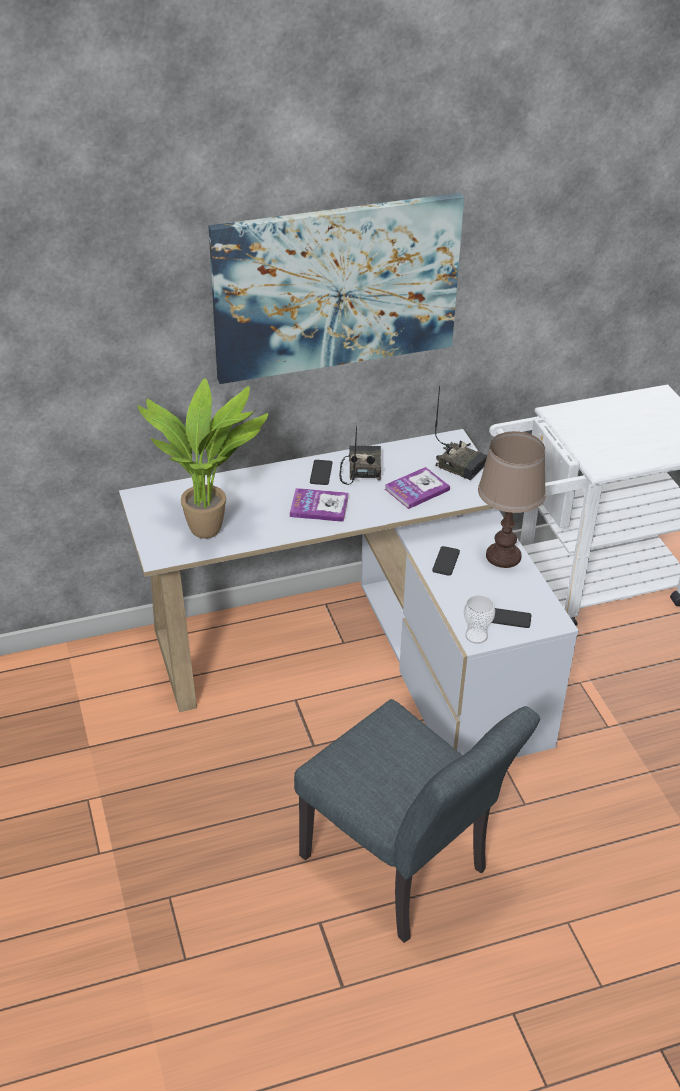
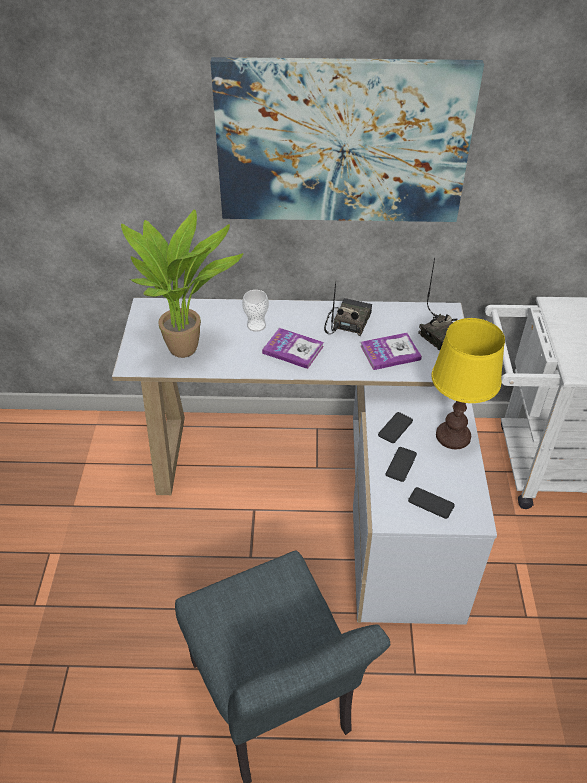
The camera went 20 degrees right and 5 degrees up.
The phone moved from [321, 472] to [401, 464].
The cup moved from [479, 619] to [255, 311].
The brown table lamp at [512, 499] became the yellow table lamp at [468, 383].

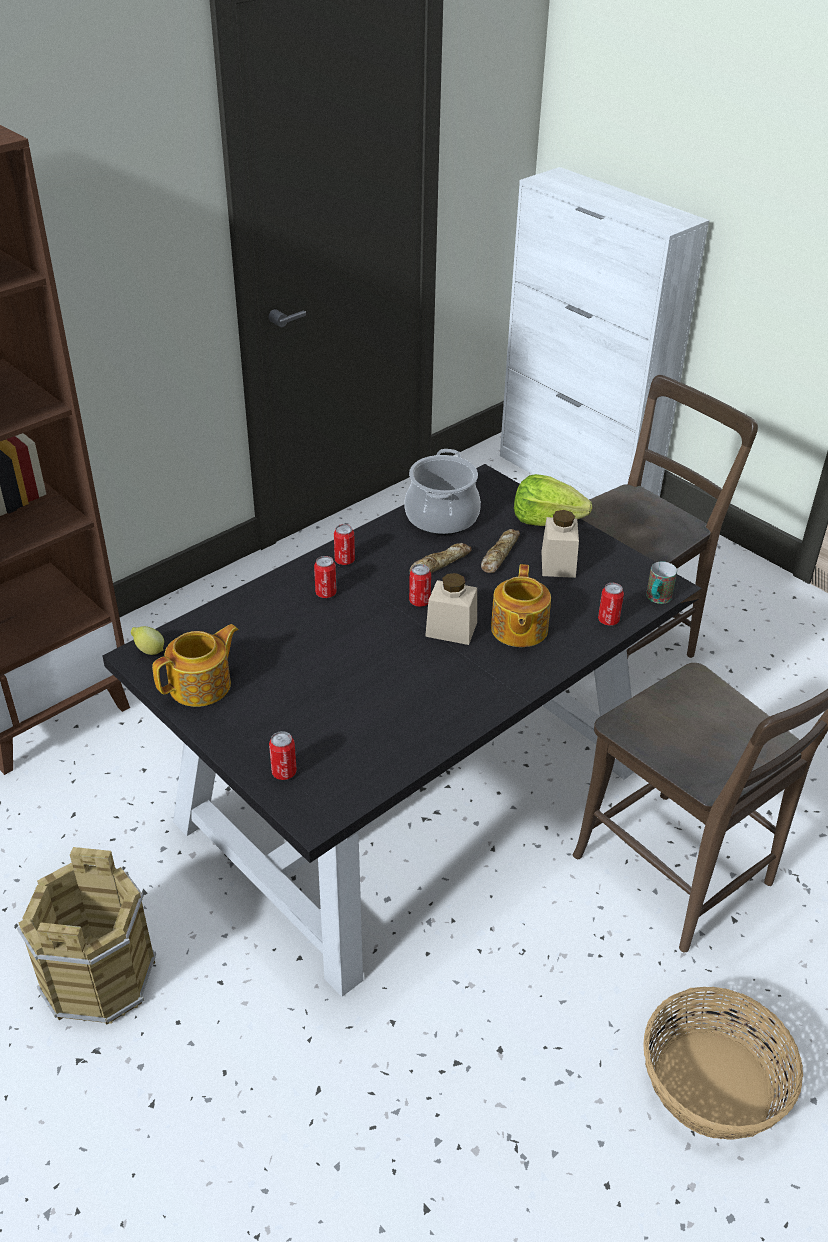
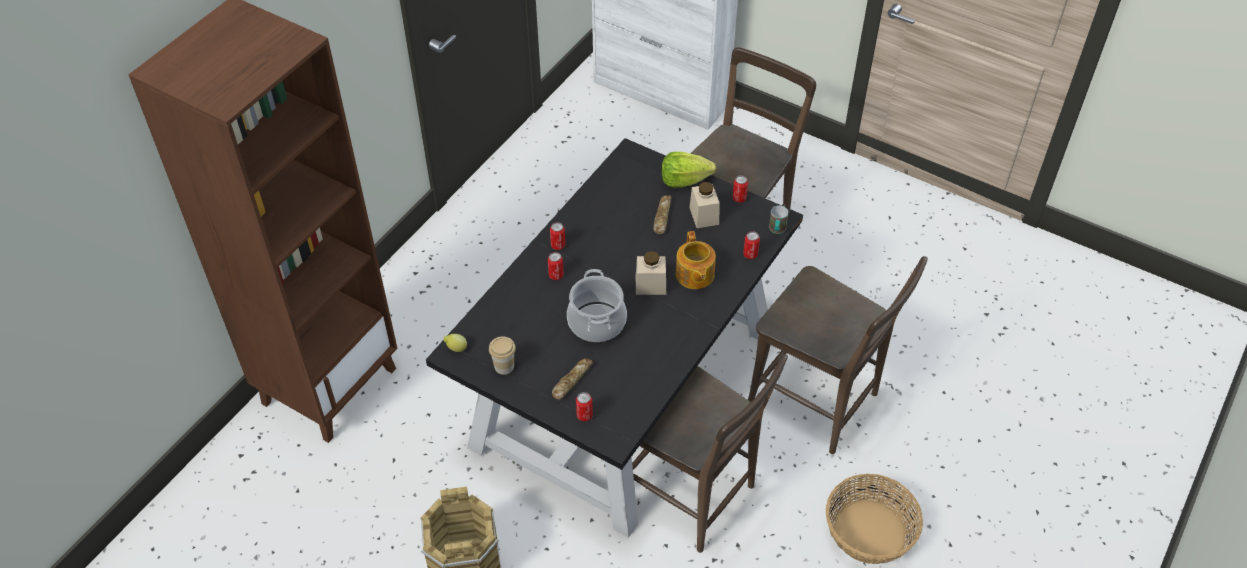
The camera went 15 degrees left and 10 degrees up.
The teapot at [195, 665] was replaced by the cup at [502, 356].
The cooking pot moved from [442, 492] to [597, 305].
The can moved from [420, 585] to [740, 189].
The bread moved from [441, 558] to [572, 378].
The brown chair at [710, 453] appeared.

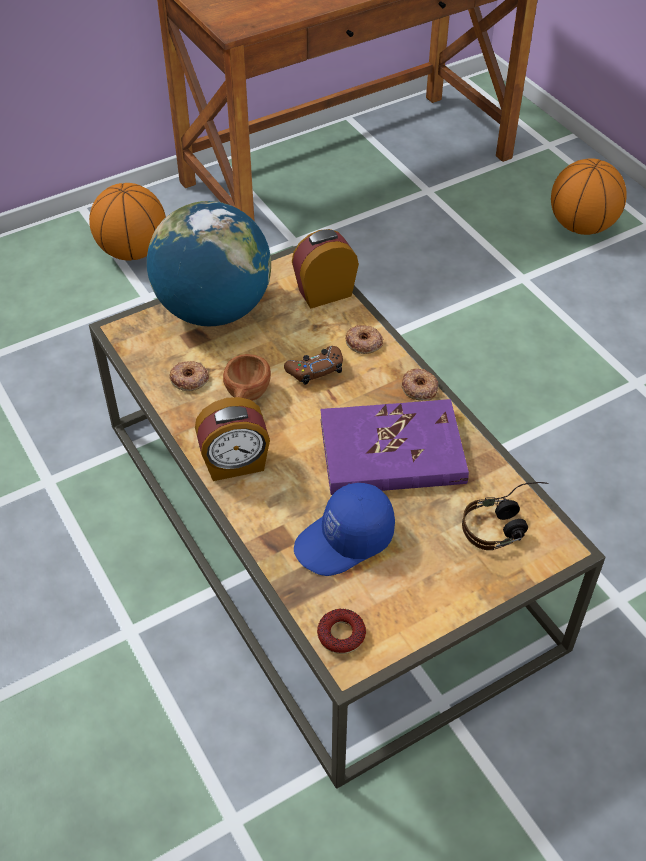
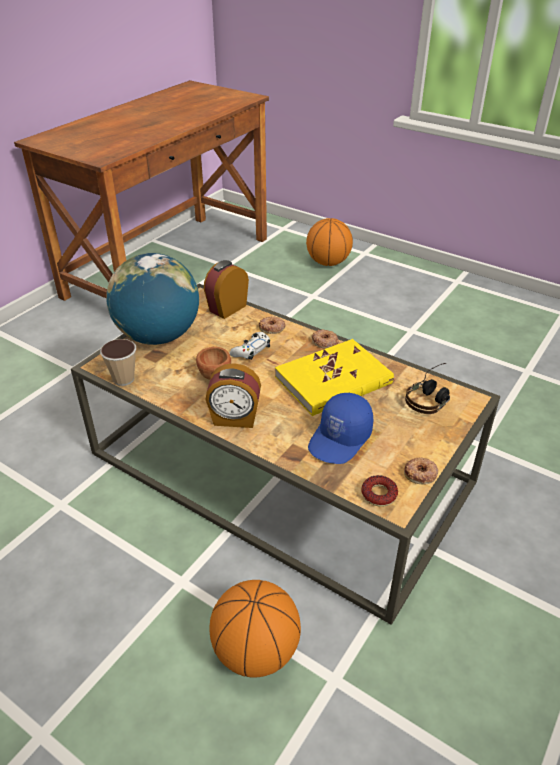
The camera went 25 degrees left and 10 degrees down.
The basketball moved from [127, 222] to [255, 628].
The donut moved from [189, 376] to [421, 471].
The alarm clock at [232, 439] turned 45 degrees clockwise.
The brown game controller at [313, 365] became the white game controller at [250, 346].
The purple book at [394, 447] became the yellow book at [334, 377].
The cup at [118, 362] appeared.

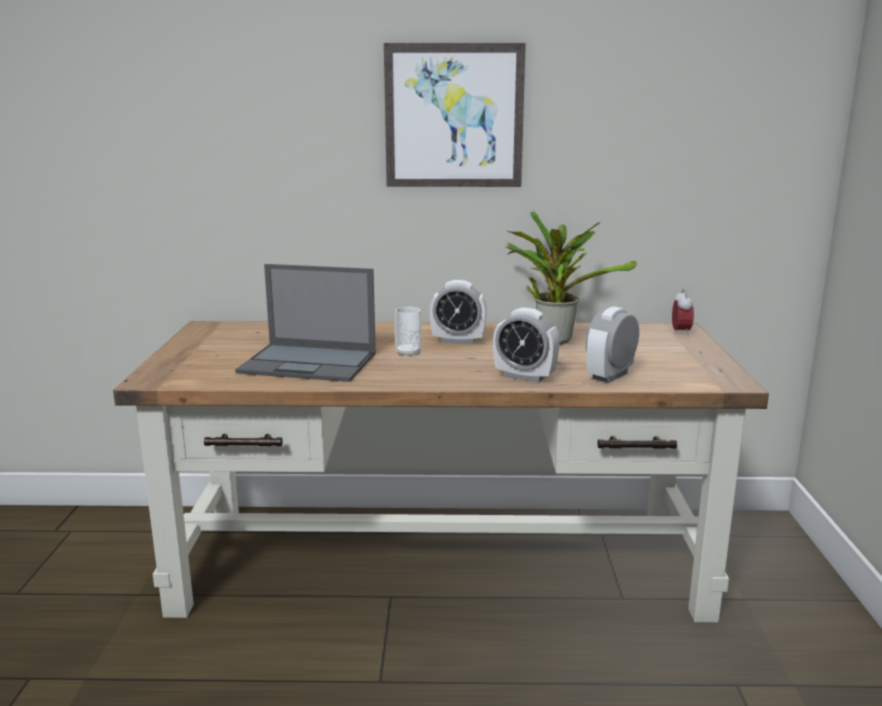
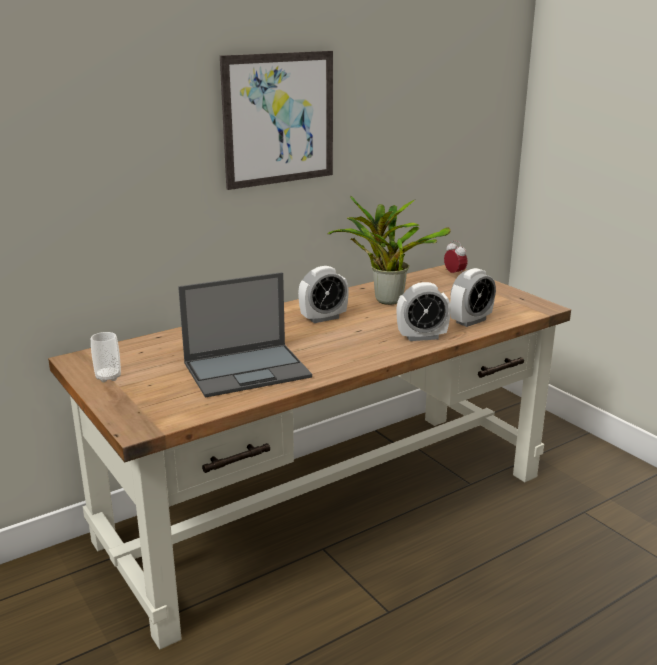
The camera went 35 degrees left and 5 degrees up.
The cup moved from [408, 332] to [106, 357].
The alarm clock at [612, 344] turned 135 degrees counterclockwise.

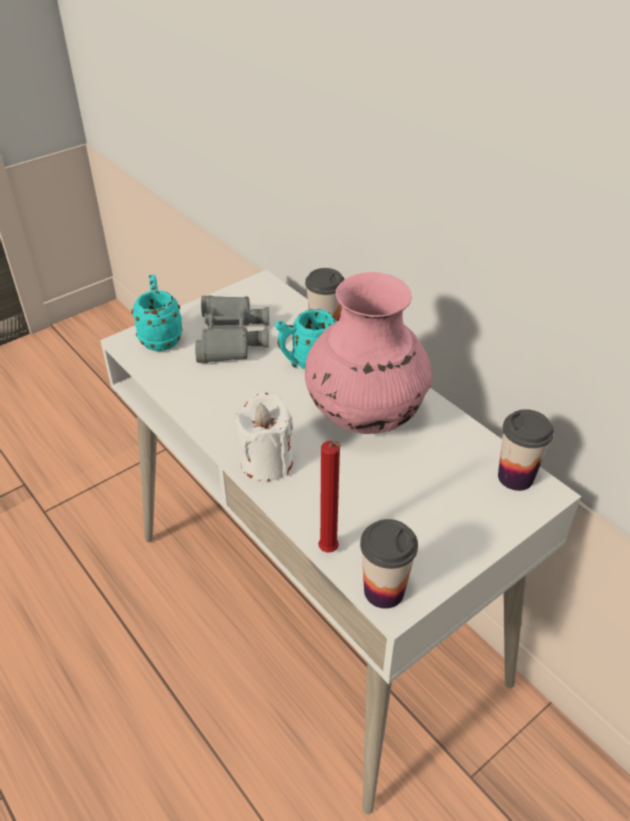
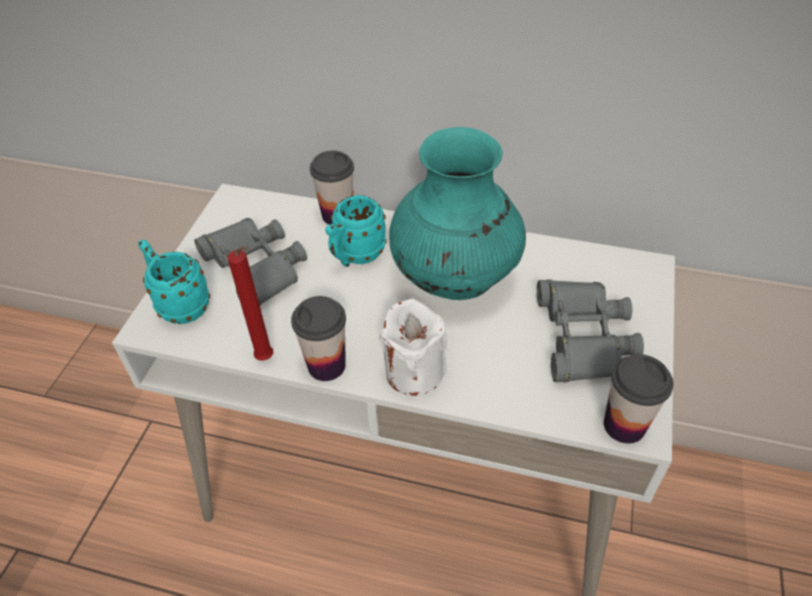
The camera went 35 degrees left and 5 degrees up.
The pink vase at [368, 353] became the turquoise vase at [457, 213].
The red candle moved from [329, 497] to [250, 303].
The cup moved from [526, 450] to [318, 338].
The grey binoculars at [590, 330] appeared.

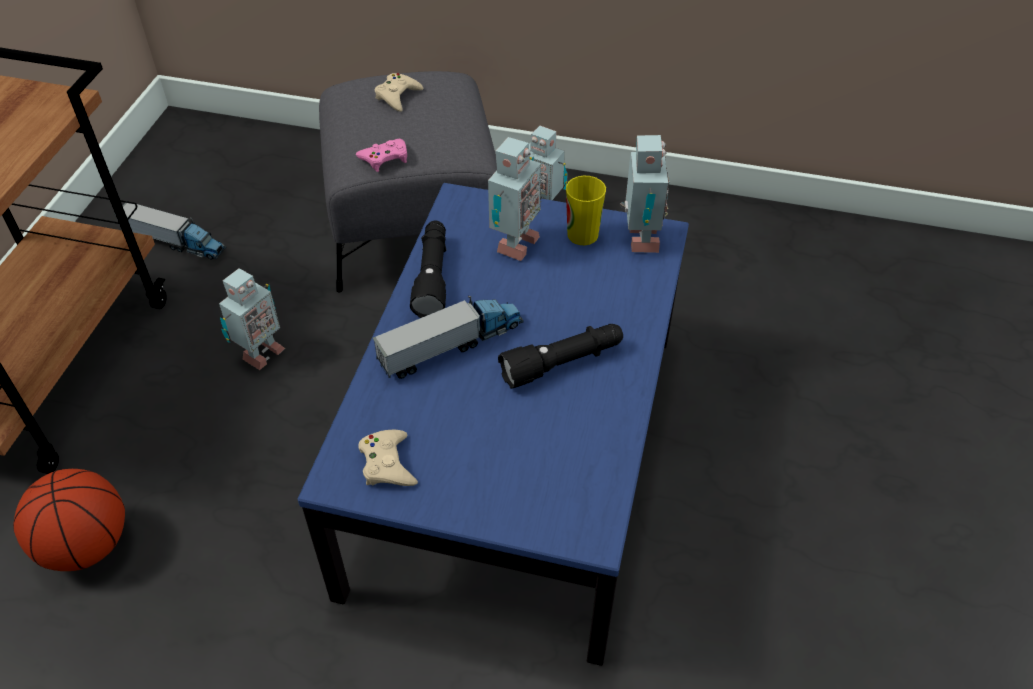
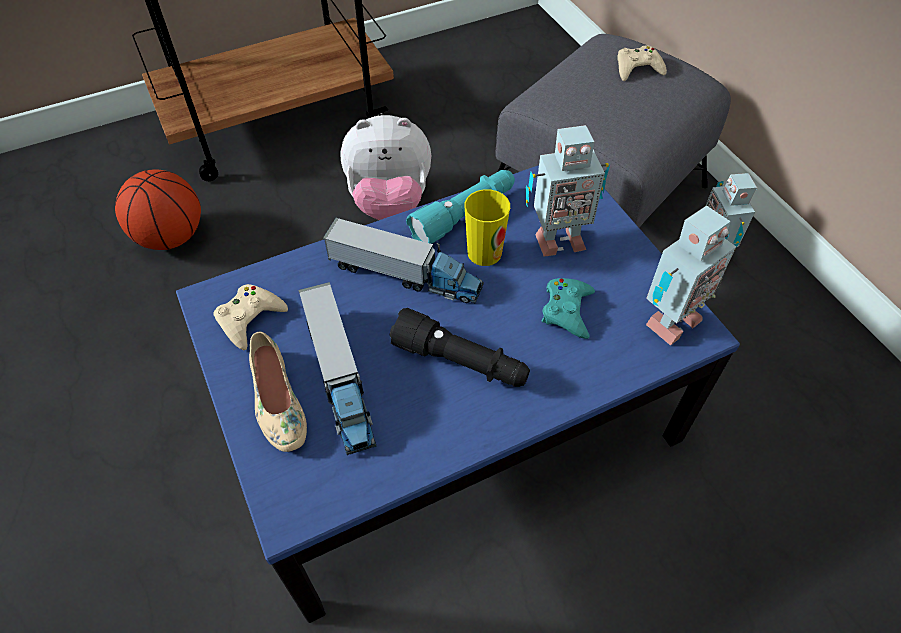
The camera went 50 degrees right and 5 degrees up.
The toy truck moved from [170, 230] to [337, 368].
The toy robot at [252, 319] was replaced by the plush toy at [385, 167].
The pink game controller at [381, 155] disappeared.
The black flashlight at [428, 269] became the turquoise flashlight at [460, 207].
The cup moved from [586, 210] to [487, 227].
The beige shoe at [278, 392] appeared.
The turquoise game controller at [568, 308] appeared.

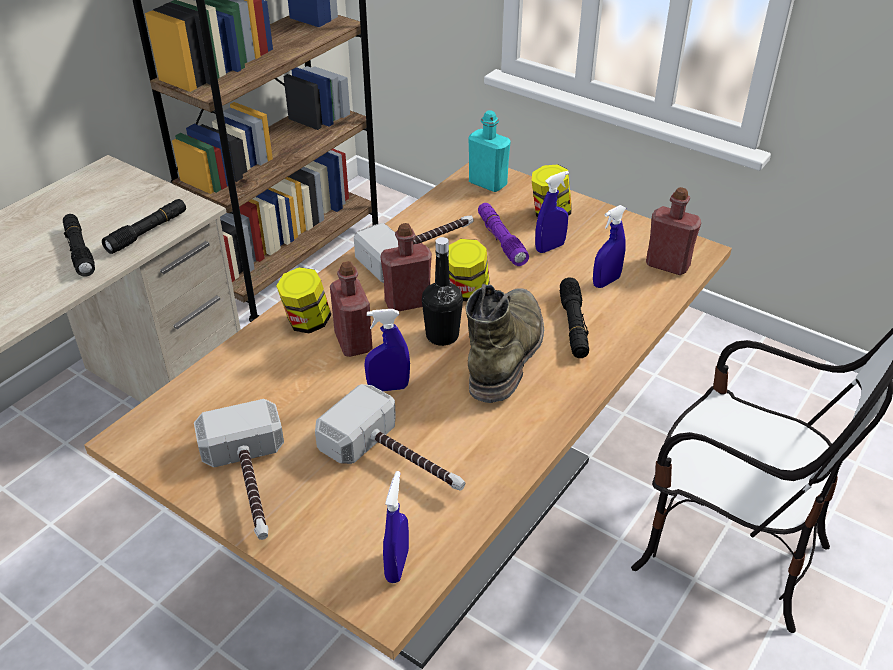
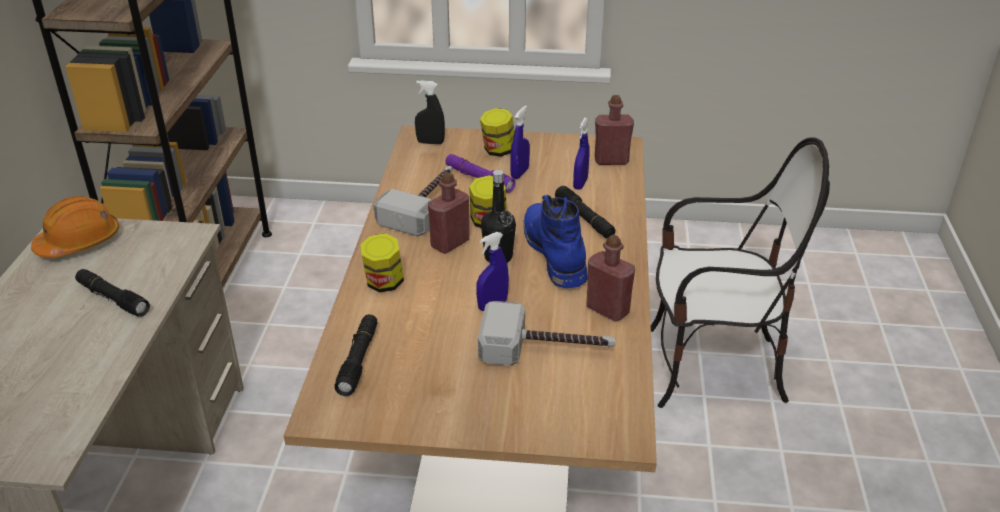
The camera went 30 degrees left and 5 degrees down.
The black flashlight moved from [144, 226] to [356, 355].
The hammer at [239, 469] disappeared.
The red bottle moved from [351, 309] to [610, 278].
The blue spray bottle at [396, 527] disappeared.
The green boot at [504, 343] became the blue boot at [556, 241].
The turquoise bottle at [489, 151] was replaced by the black spray bottle at [430, 112].
The orange hard hat at [75, 227] appeared.

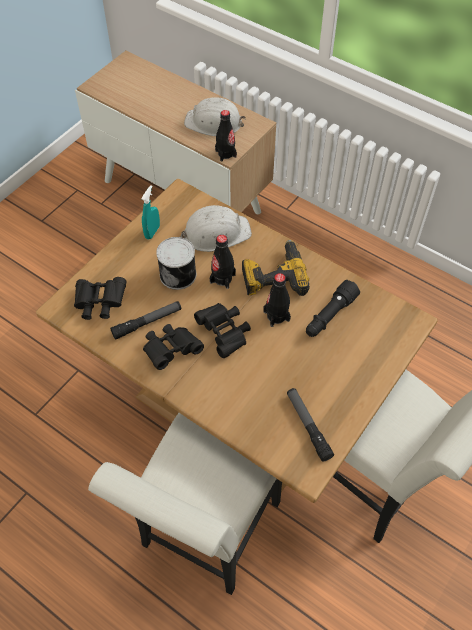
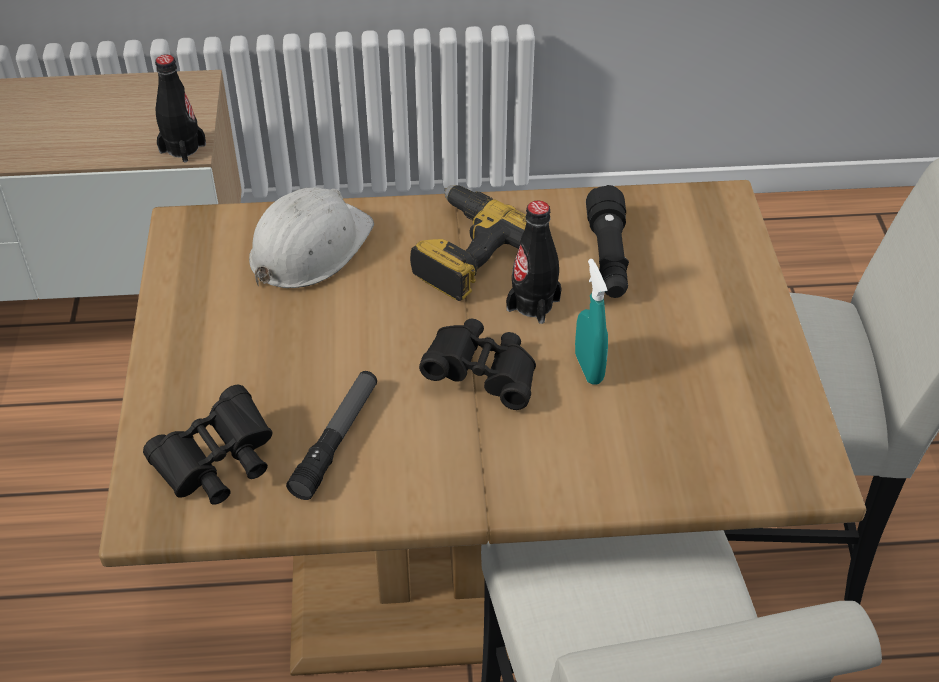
The camera went 40 degrees left and 10 degrees down.
The turquoise spray bottle moved from [150, 212] to [591, 322].
The black binoculars at [173, 347] disappeared.
The can at [176, 263] disappeared.
The white hard hat at [215, 116] disappeared.
The black bottle at [223, 262] disappeared.
The flashlight at [310, 425] disappeared.

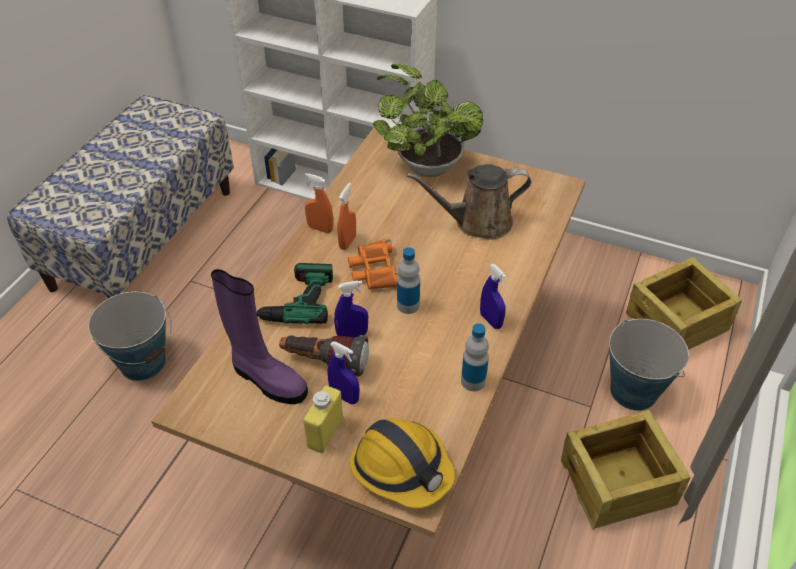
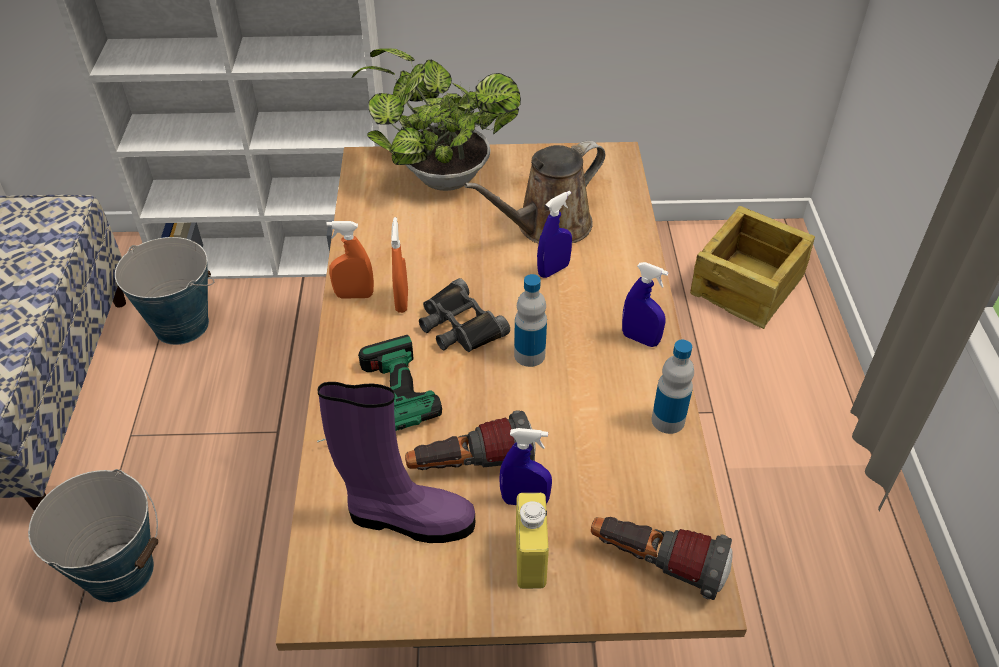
The camera went 25 degrees left and 0 degrees up.
The blue spray bottle moved from [351, 309] to [554, 234].
The orange binoculars at [373, 264] became the black binoculars at [464, 315].
The hard hat at [402, 463] was replaced by the flashlight at [662, 558].
The crate at [626, 470] disappeared.
The bucket moved from [649, 365] to [165, 291].

